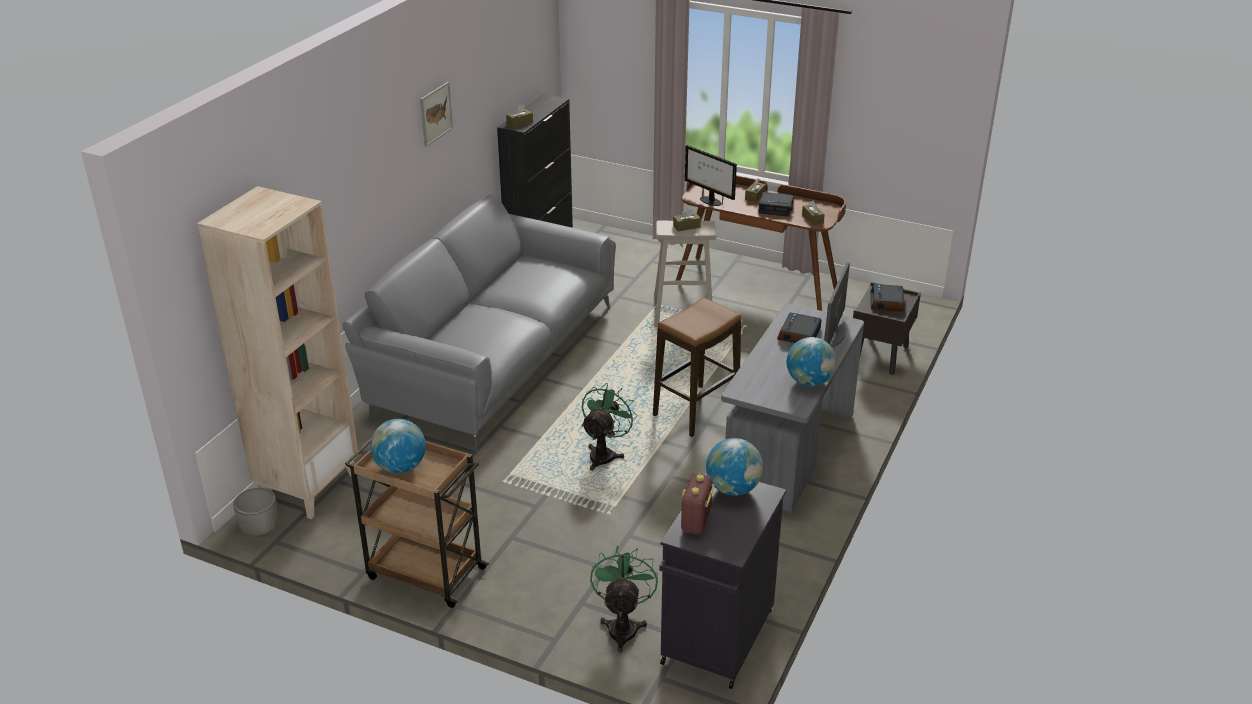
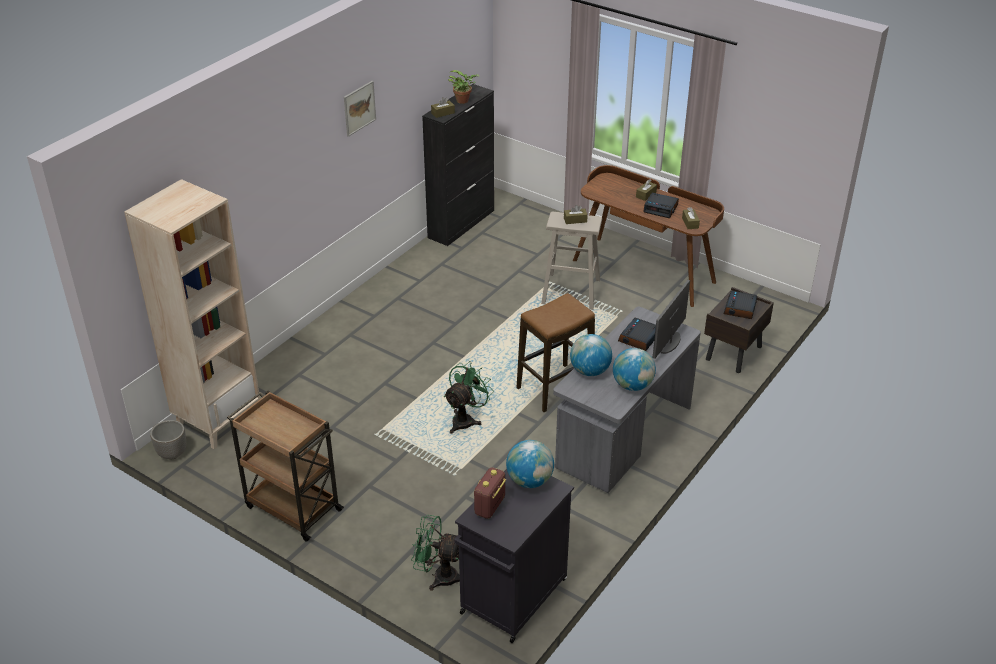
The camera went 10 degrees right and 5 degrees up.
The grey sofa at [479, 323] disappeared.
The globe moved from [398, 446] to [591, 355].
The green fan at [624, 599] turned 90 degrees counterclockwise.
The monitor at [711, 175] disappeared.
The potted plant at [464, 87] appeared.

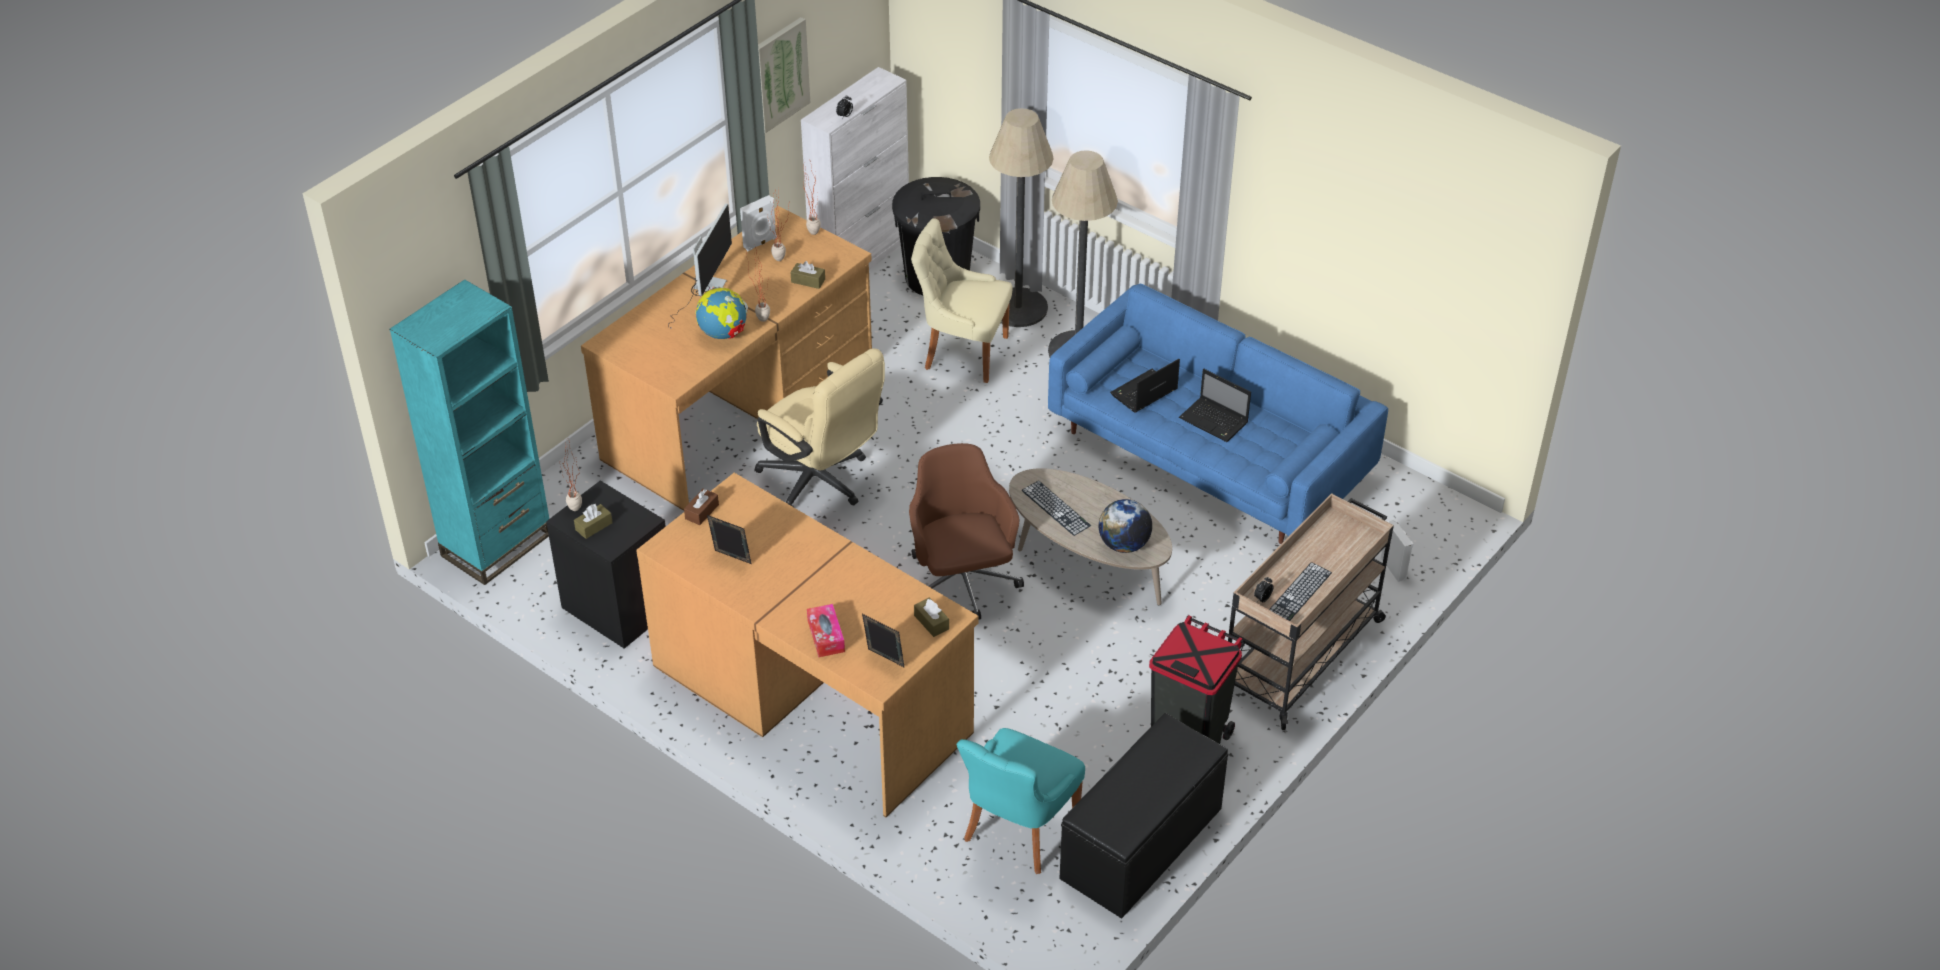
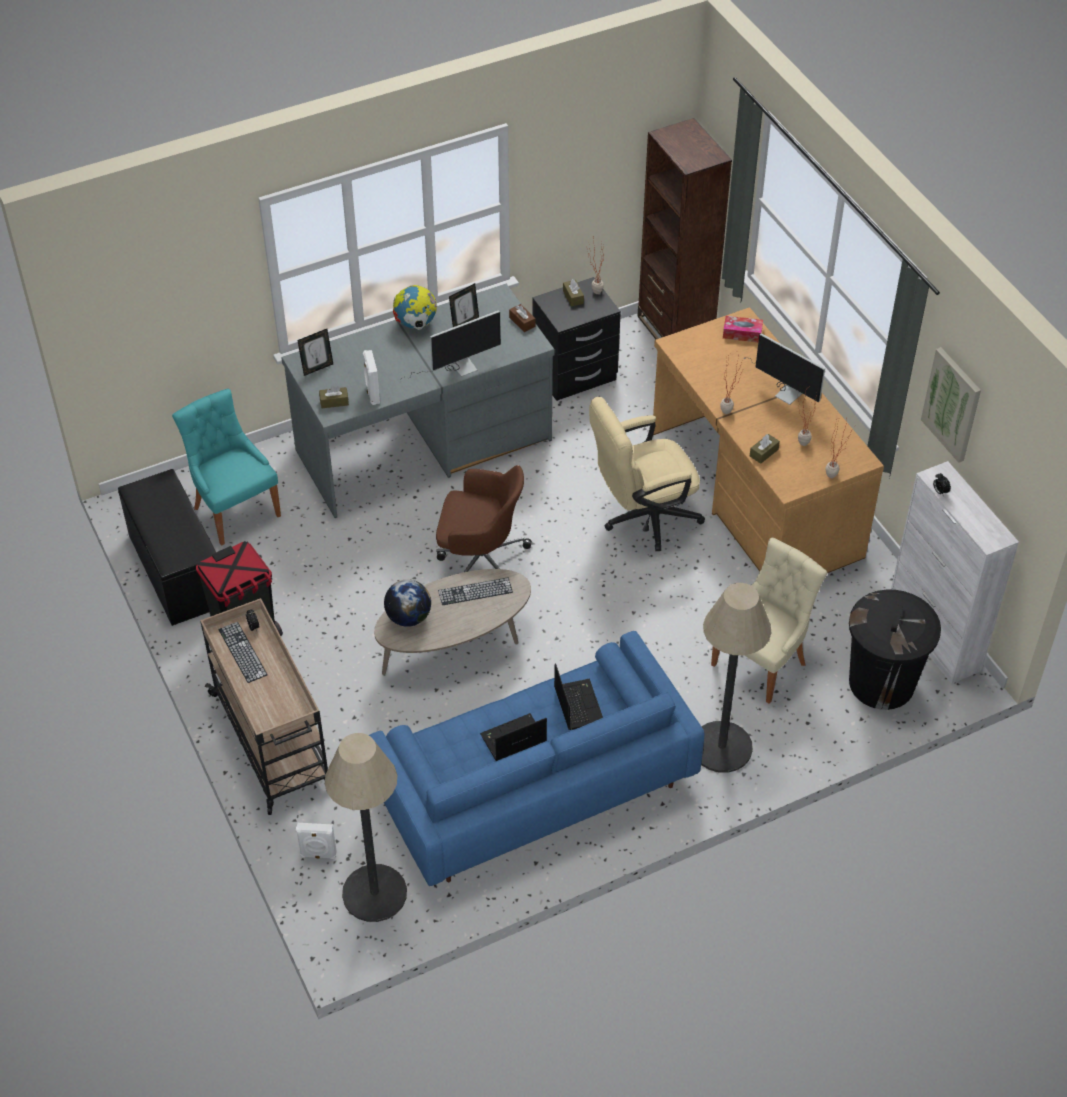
The camera went 115 degrees right and 5 degrees up.
The turquoise bookcase at [469, 432] became the brown bookcase at [684, 228].
The brown desk at [807, 645] became the grey desk at [418, 401].
The globe moved from [722, 312] to [415, 307].
The white speaker moved from [758, 223] to [371, 377].
The tissue box moved from [826, 630] to [743, 329].
The floor lamp moved from [1021, 217] to [366, 827].
The monitor at [450, 346] appeared.

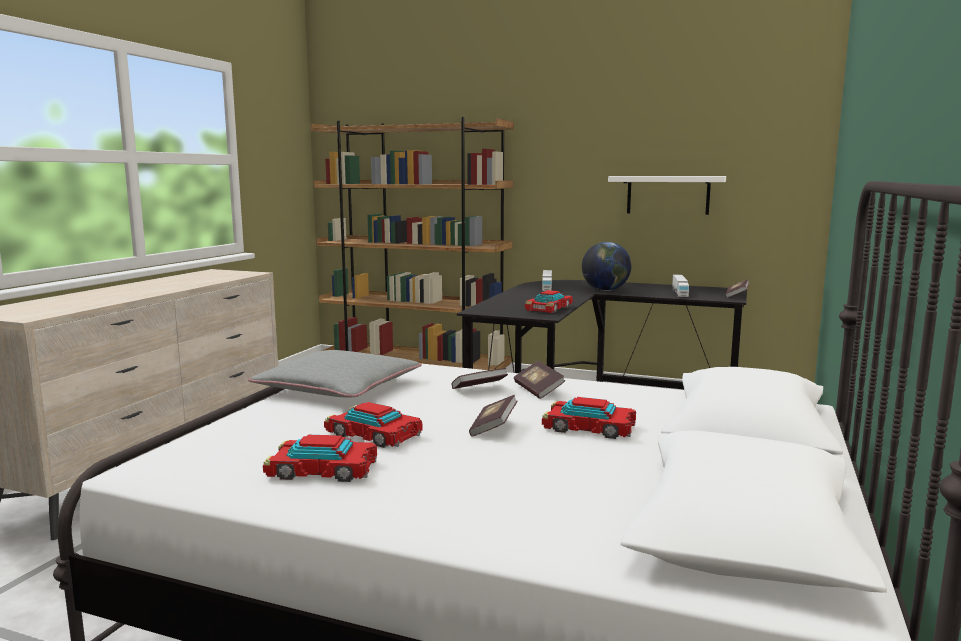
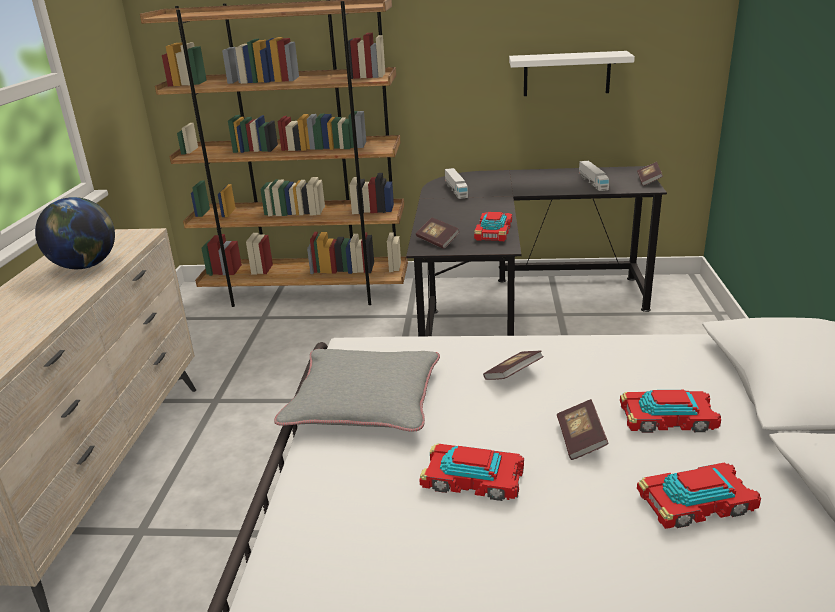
The camera went 15 degrees left and 15 degrees up.
The toy car moved from [320, 458] to [699, 495].
The book moved from [539, 380] to [437, 233].
The globe moved from [606, 266] to [75, 233].

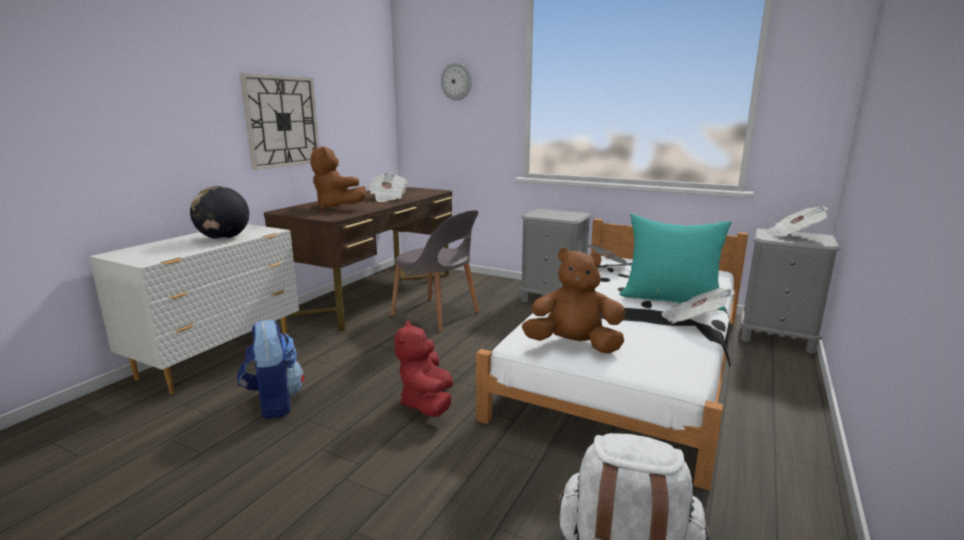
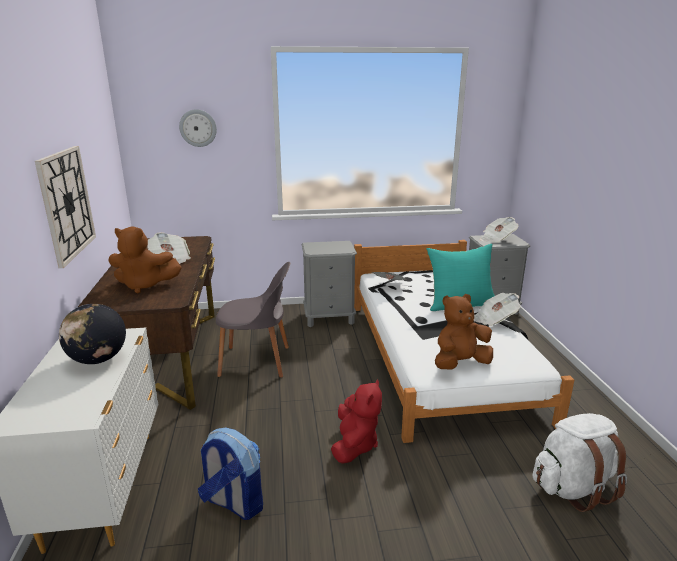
The camera went 35 degrees left and 5 degrees up.
The red plush toy at [423, 369] turned 135 degrees counterclockwise.

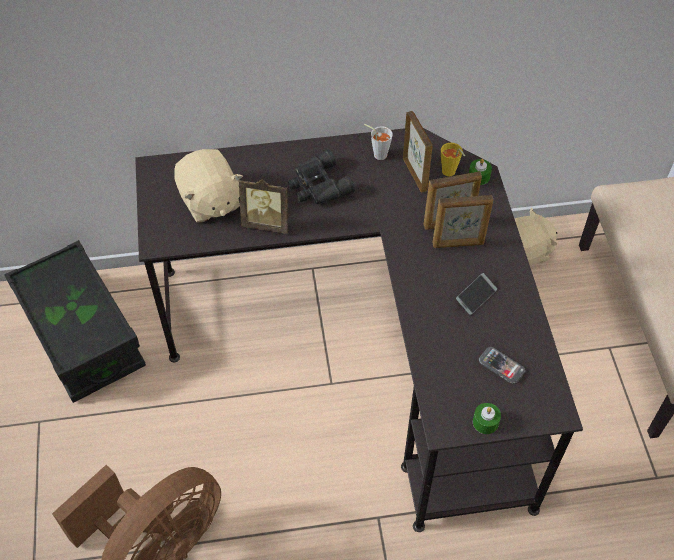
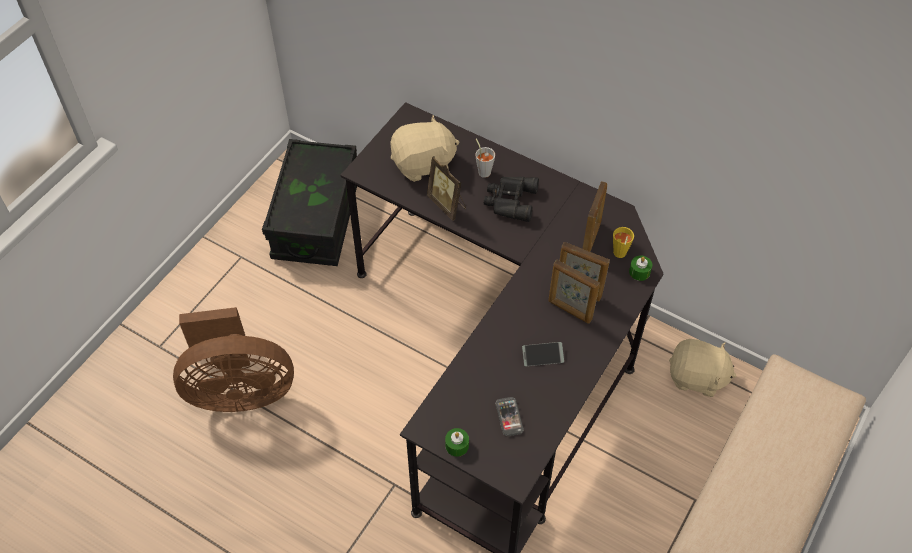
The camera went 40 degrees right and 0 degrees up.
The beige plush toy at [208, 186] turned 120 degrees counterclockwise.
The grey cup moved from [378, 142] to [485, 158].

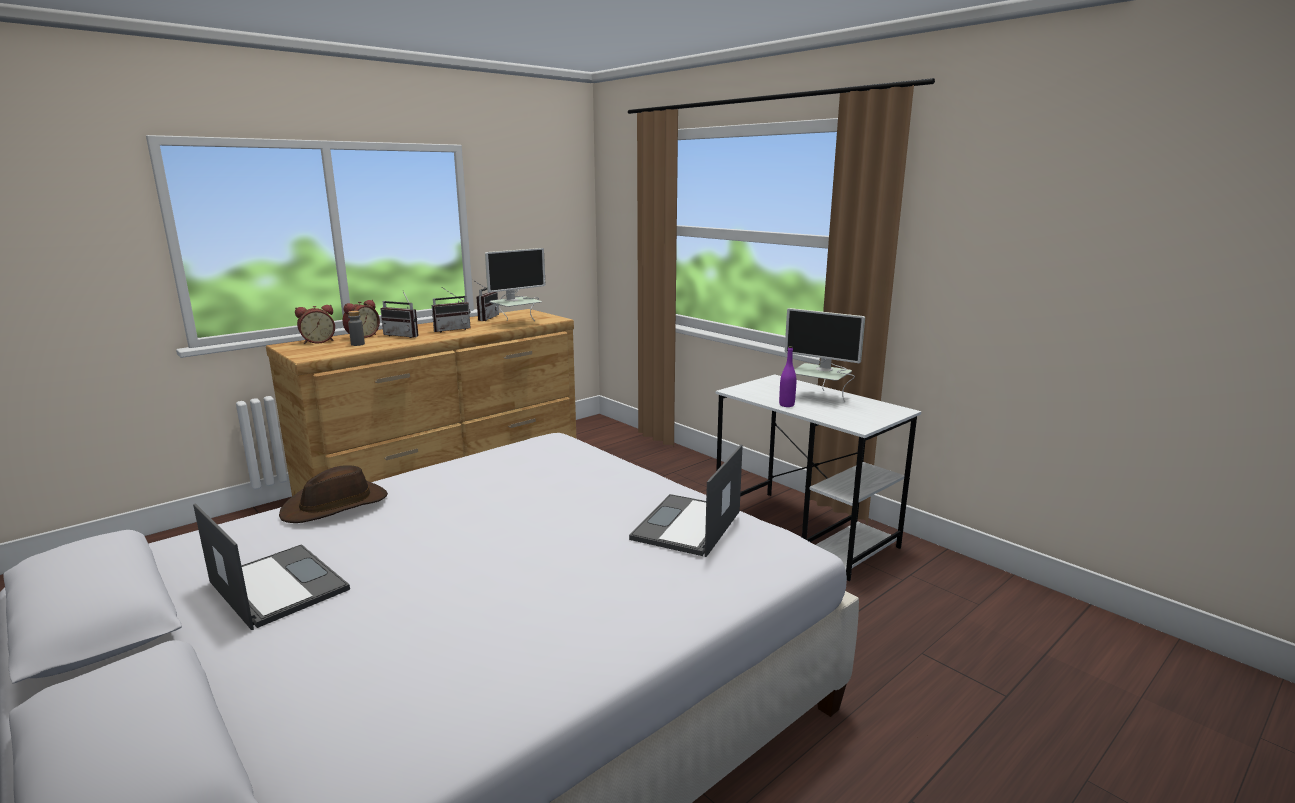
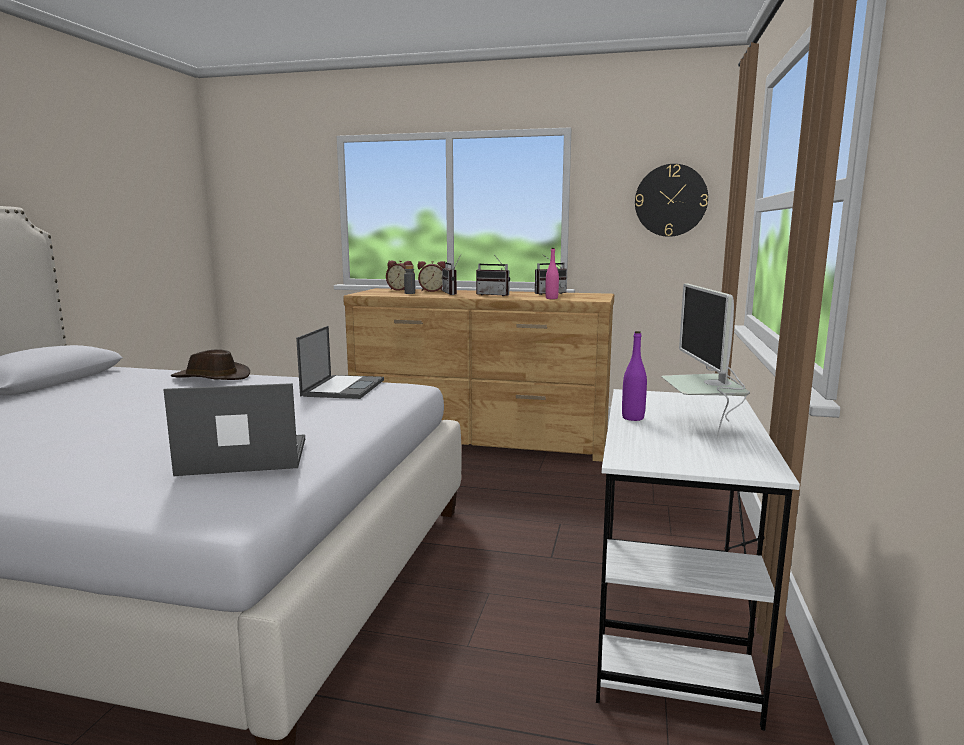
The camera went 55 degrees right and 5 degrees down.
The laptop moved from [271, 566] to [340, 362].
The monitor at [515, 284] was replaced by the pink bottle at [552, 273].
The wall clock at [671, 200] appeared.

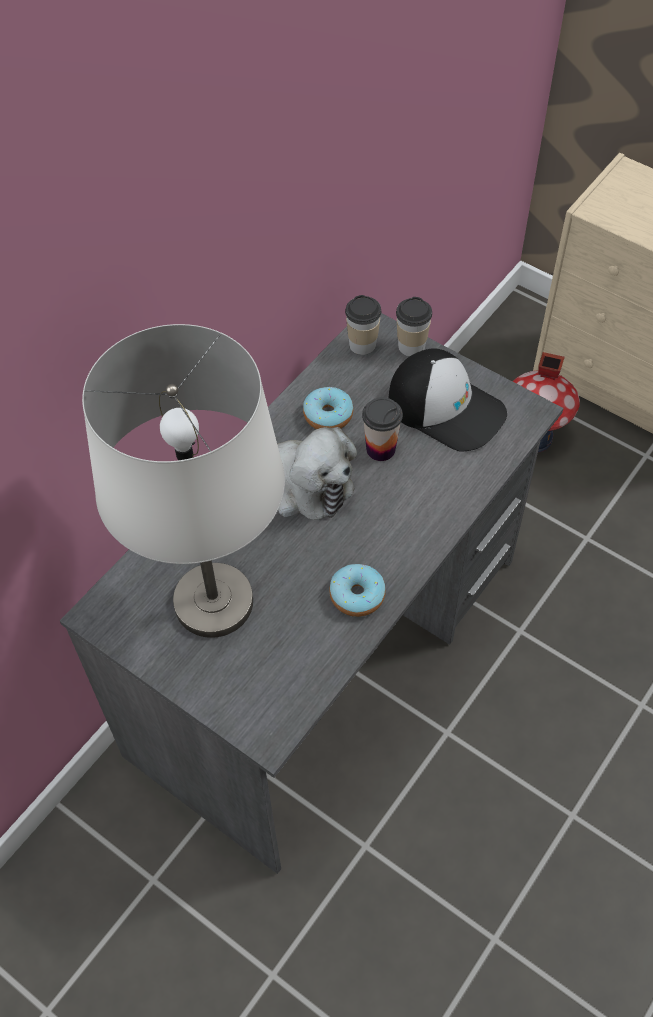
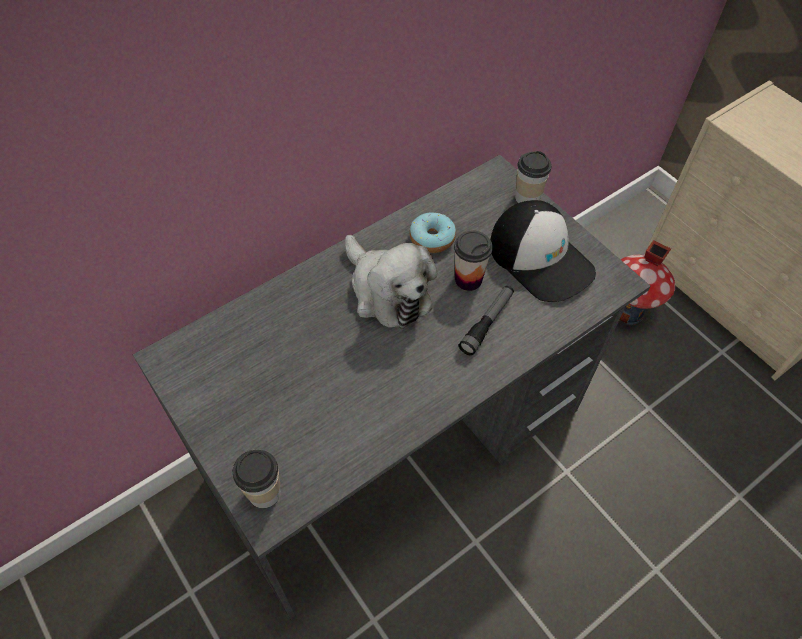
The camera went 15 degrees right and 0 degrees up.
The white table lamp at [183, 481] disappeared.
The donut at [357, 590] disappeared.
The cup moved from [363, 325] to [257, 479].
The flashlight at [486, 321] appeared.

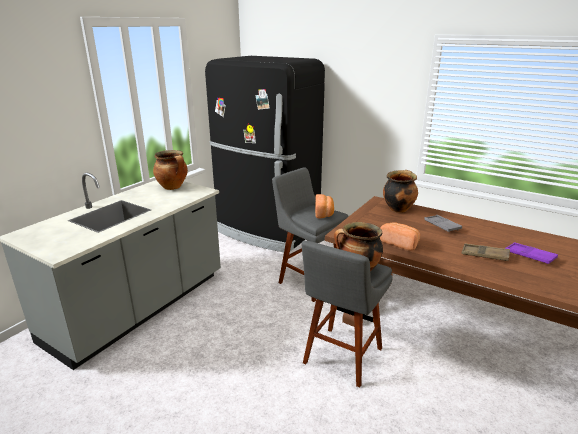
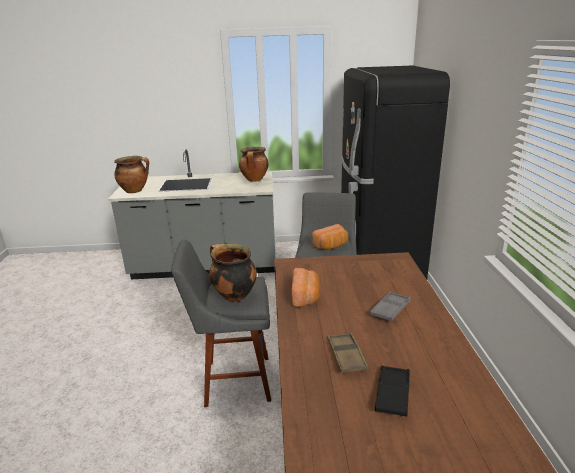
The camera went 55 degrees right and 0 degrees up.
The cooking pot moved from [400, 191] to [131, 174].
The purple tray at [531, 253] became the black tray at [392, 391].

